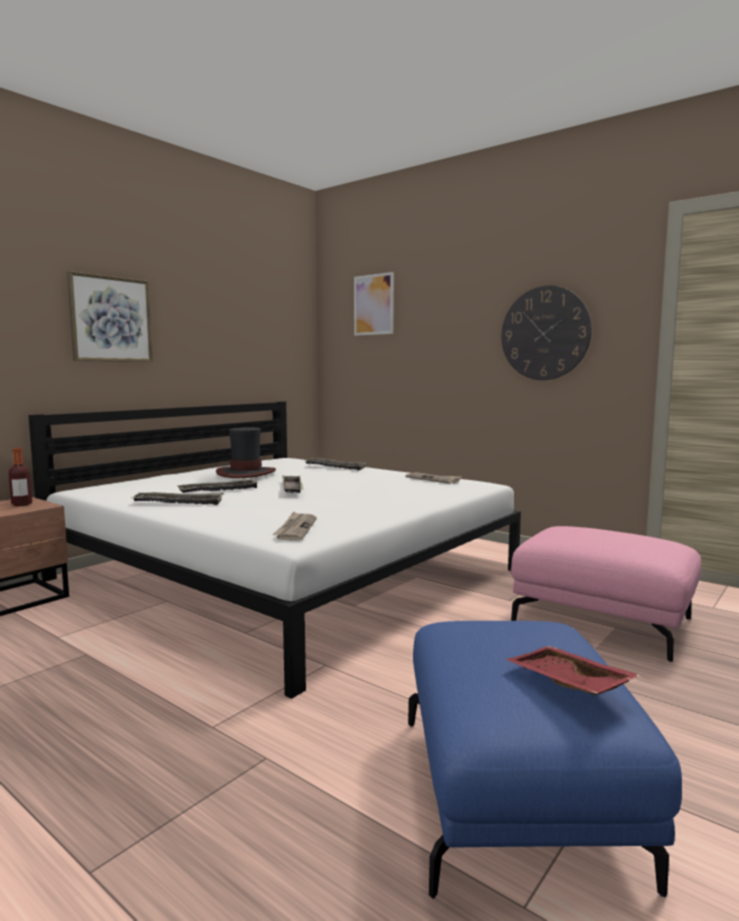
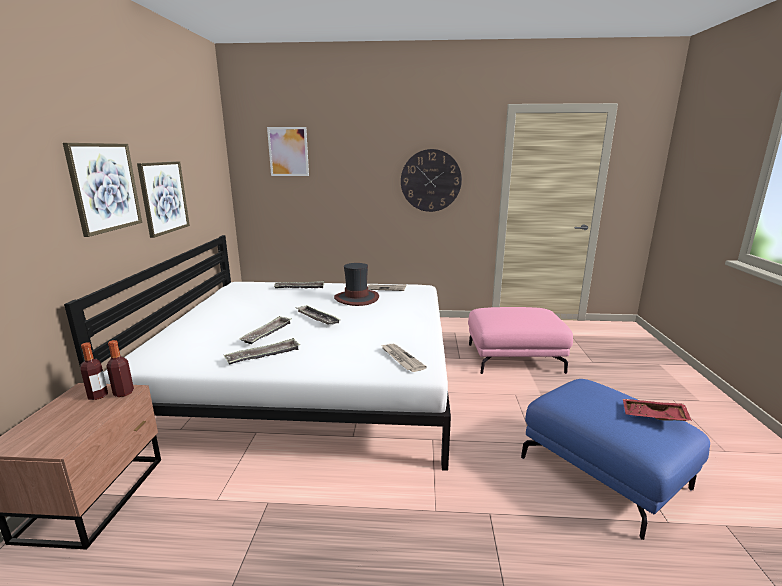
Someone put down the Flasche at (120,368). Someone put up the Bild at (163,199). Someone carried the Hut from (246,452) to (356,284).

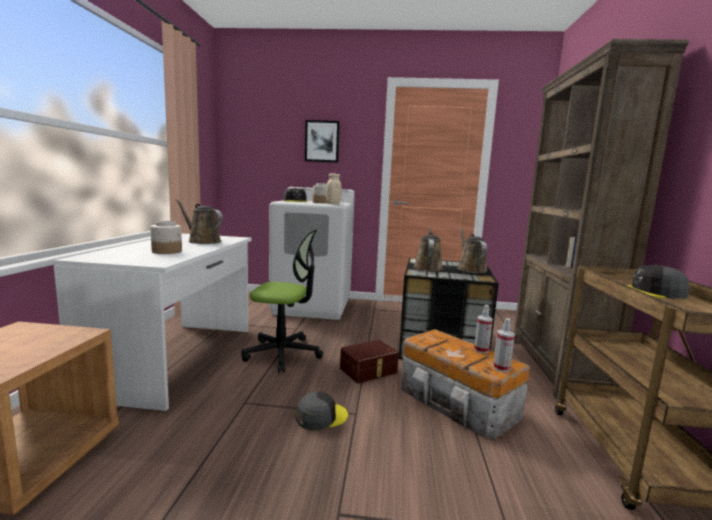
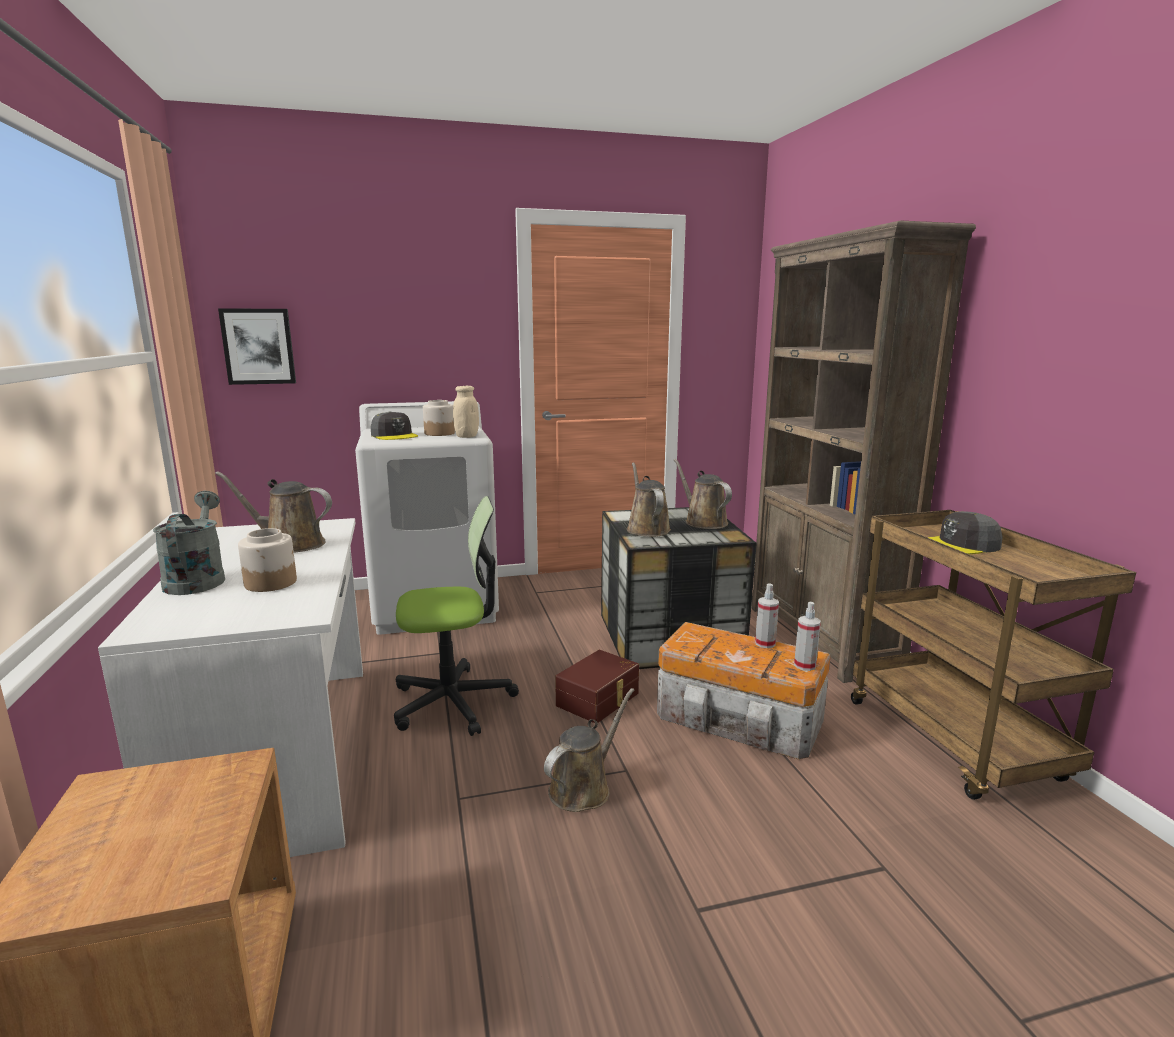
Someone put down the Gießkanne [grau] at (189,543). Someone carried the Bild from (322,141) to (257,346). Someone swapped the Kappe [grau] at (322,411) for the Gießkanne [braun] at (589,750).

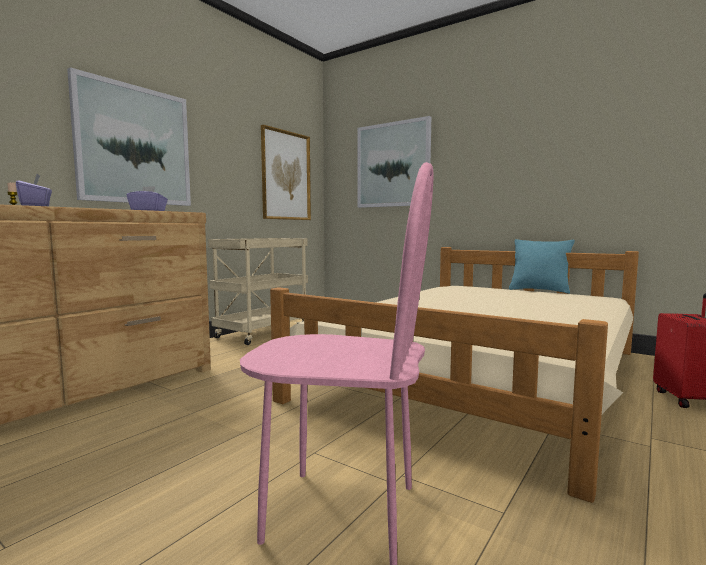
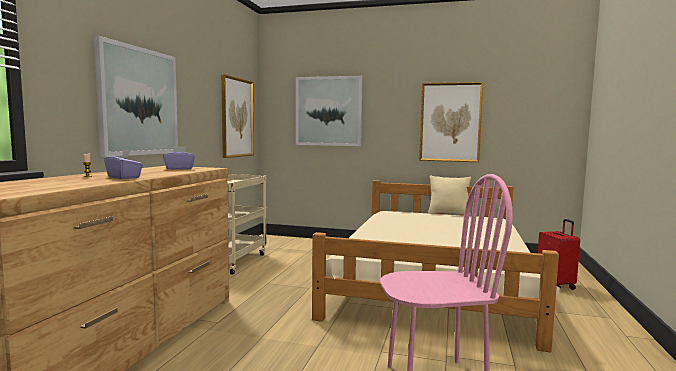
Someone put up the Bild at (451,122). Someone repainted the Kissen [türkis] at (542,266), which became the Kissen [beige] at (449,195).

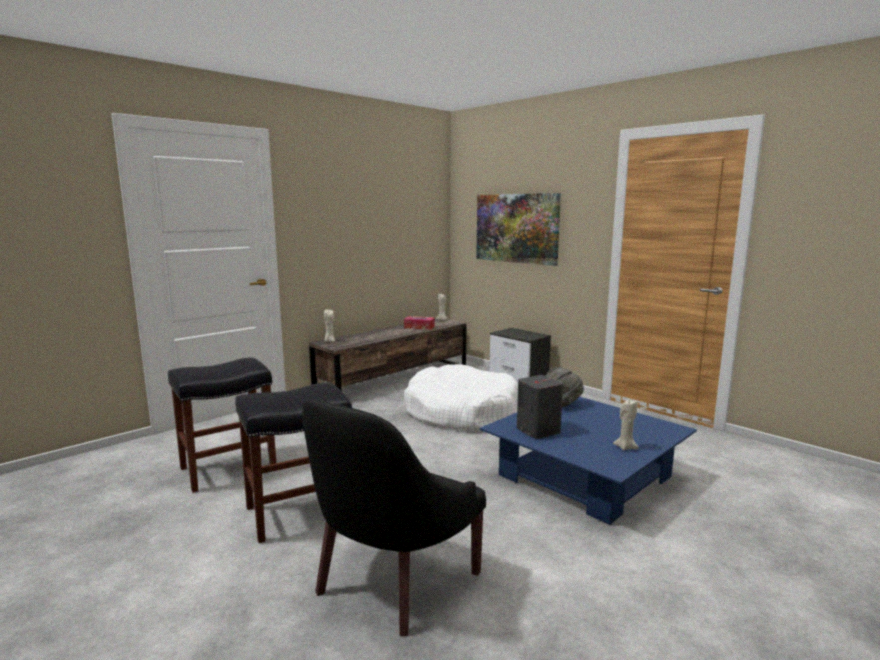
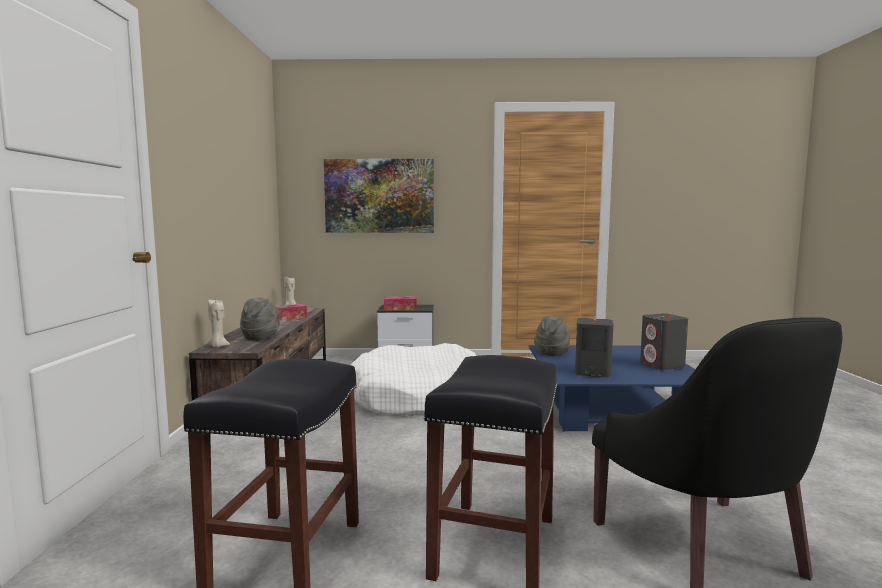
Someone put down the Hut [grau] at (260,319). Someone put down the Taschentuchbox at (400,303). Someone swapped the Kerze [beige] at (626,425) for the Lautsprecher [grau] at (664,341).

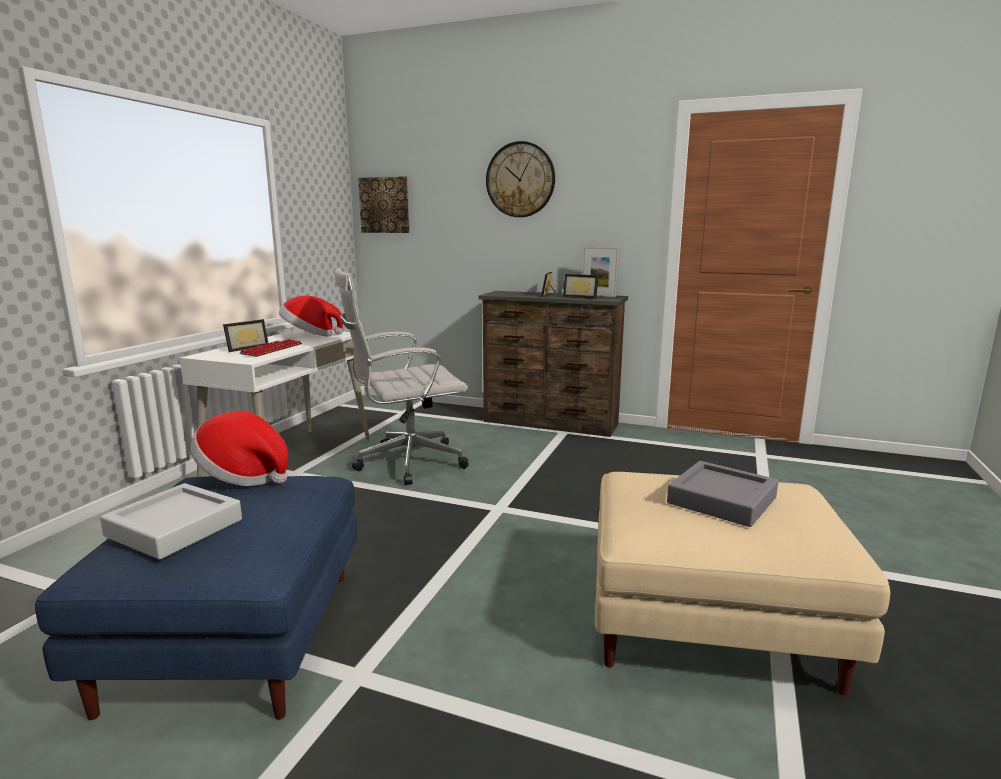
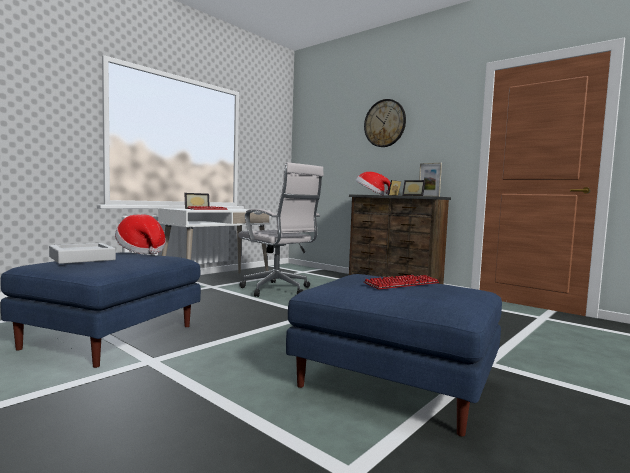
Someone rotated the Bürostuhl [weiß] at (402,376) by 135 degrees counterclockwise. Someone repainted the Polsterhocker [beige] at (742,583), which became the Polsterhocker [blau] at (394,355). Someone carried the Hut from (311,316) to (373,183). Someone swapped the Tablett [grau] at (722,494) for the Tastatur at (401,282). Someone took away the Bild at (383,204).

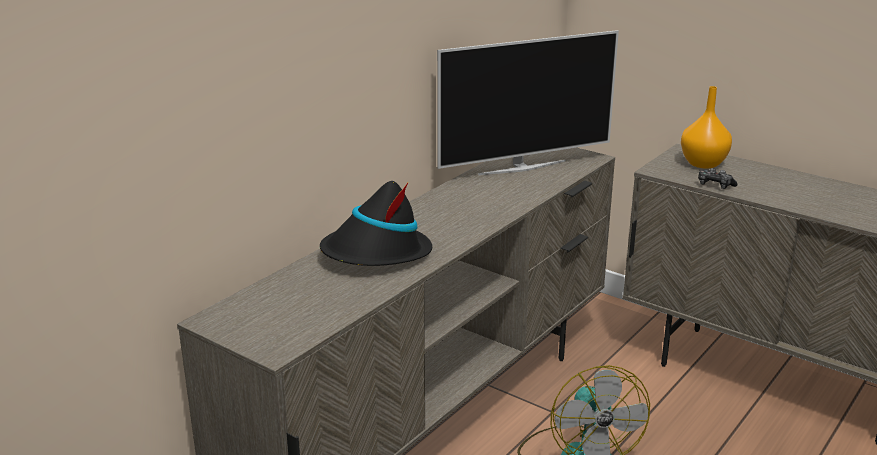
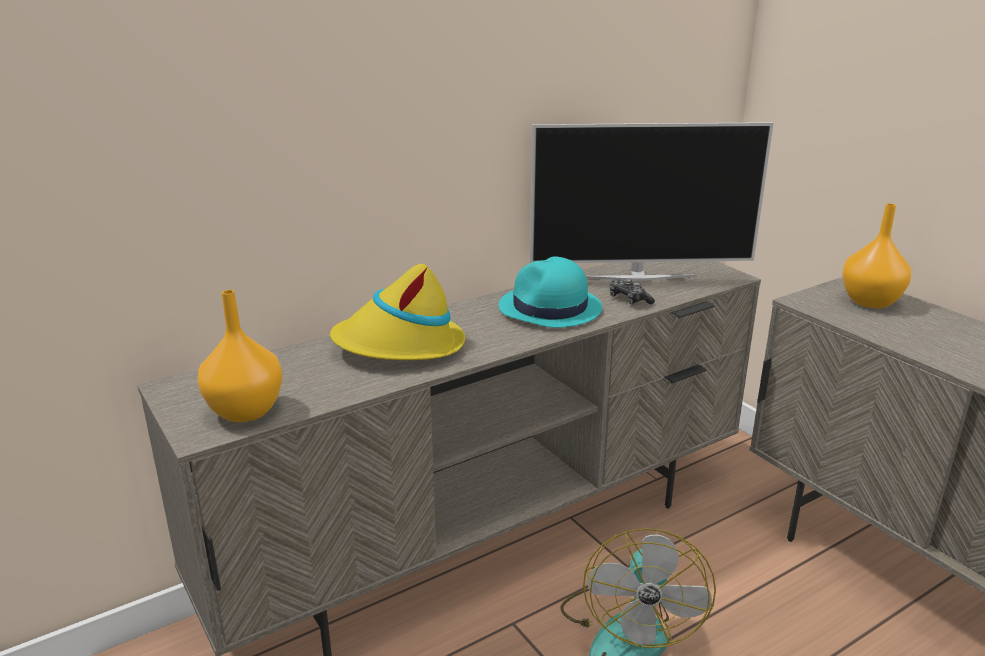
Someone put down the Vase [orange] at (240,356). Someone repainted the Hut [schwarz] at (376,223), which became the Hut [gelb] at (397,312). Someone put down the Hut [türkis] at (550,292). Someone carried the Gamepad from (718,178) to (632,292).

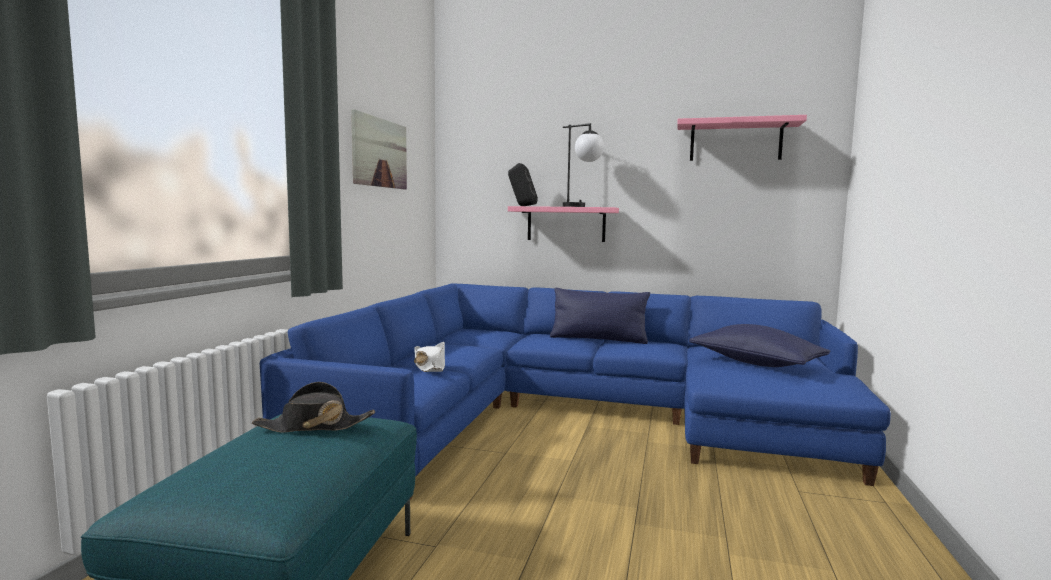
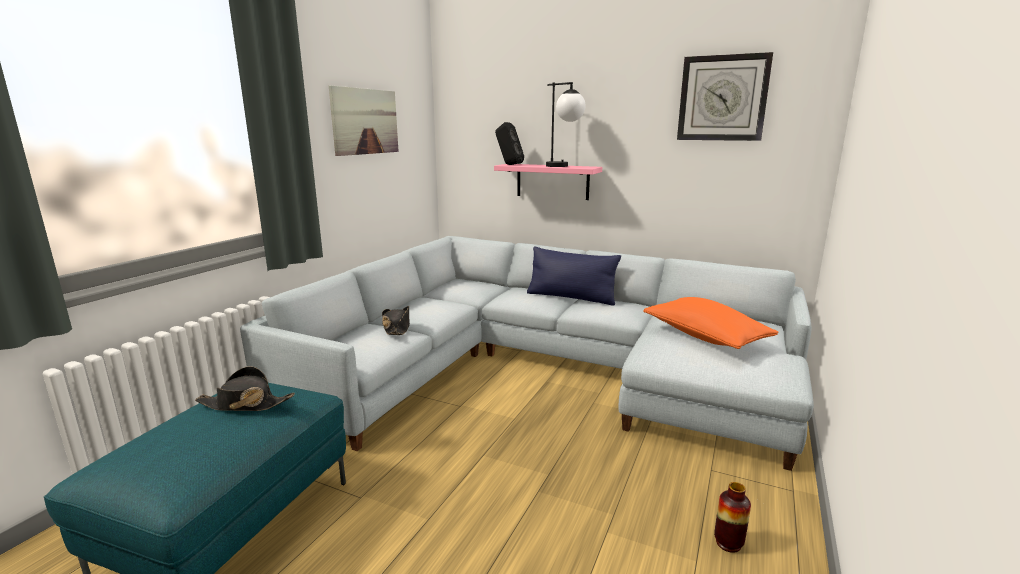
Someone repainted the Sofa [blau] at (575,392), which became the Sofa [grau] at (527,353). Someone repainted the Hut [weiß] at (429,357), which became the Hut [schwarz] at (396,320). Someone repainted the Kissen [blau] at (760,345), which became the Kissen [orange] at (711,323). Someone swapped the Wandregal [rosa] at (742,138) for the Wanduhr at (725,96). Someone put down the Vase at (732,517).

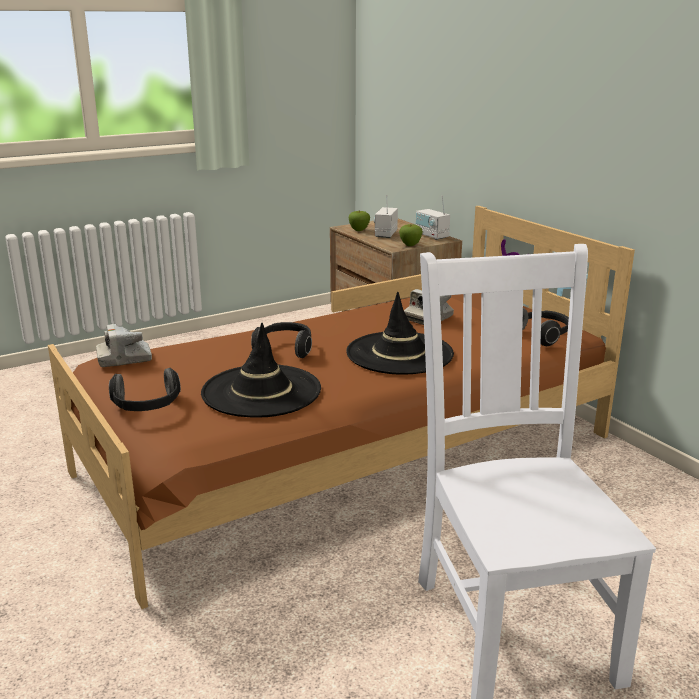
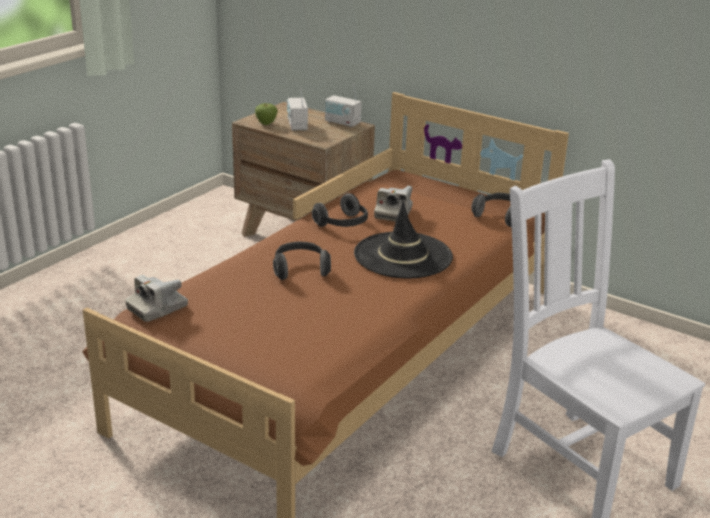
Someone carried the Kopfhörer from (145,389) to (340,210). Someone took away the Hut [schwarz] at (261,370). Someone took away the Apfel at (411,235).

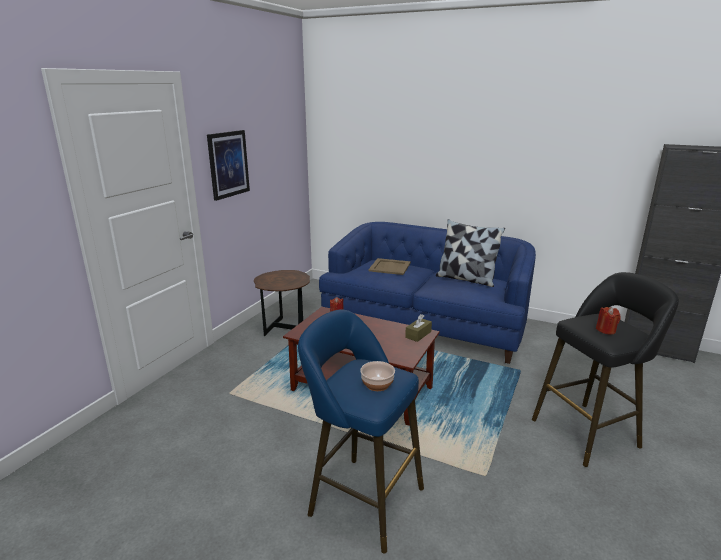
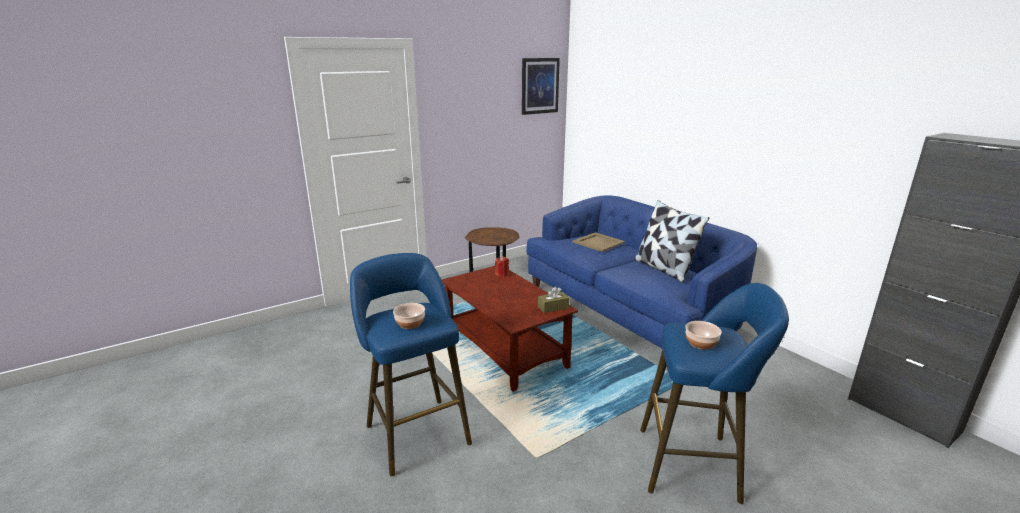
Someone carried the Bild from (228,165) to (541,86). Someone repainted the Hocker [schwarz] at (605,369), which became the Hocker [blau] at (714,393). Someone swapped the Kerze [rot] at (608,321) for the Schüssel at (703,335).

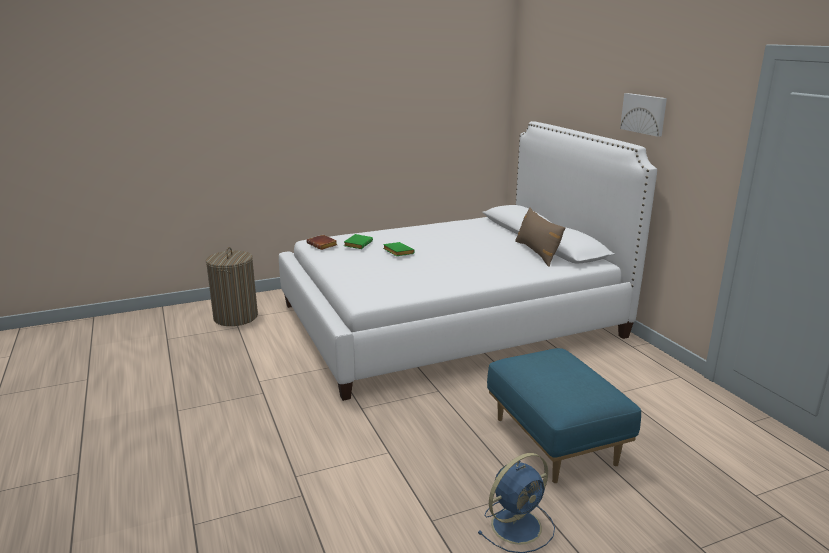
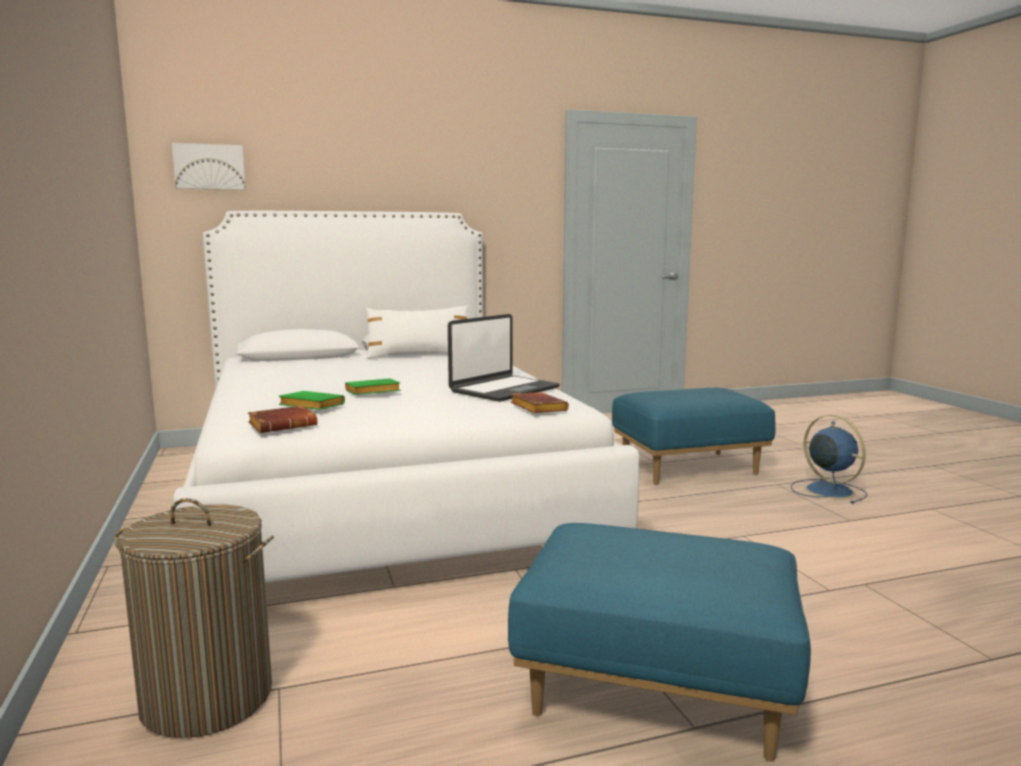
Someone carried the Bild from (643,115) to (209,166). Someone repainted the Kissen [braun] at (540,237), which became the Kissen [weiß] at (417,332). Someone put down the Laptop at (504,358). Someone put down the Polsterhocker [blau] at (659,642). Someone put down the Buch [braun] at (539,402).

